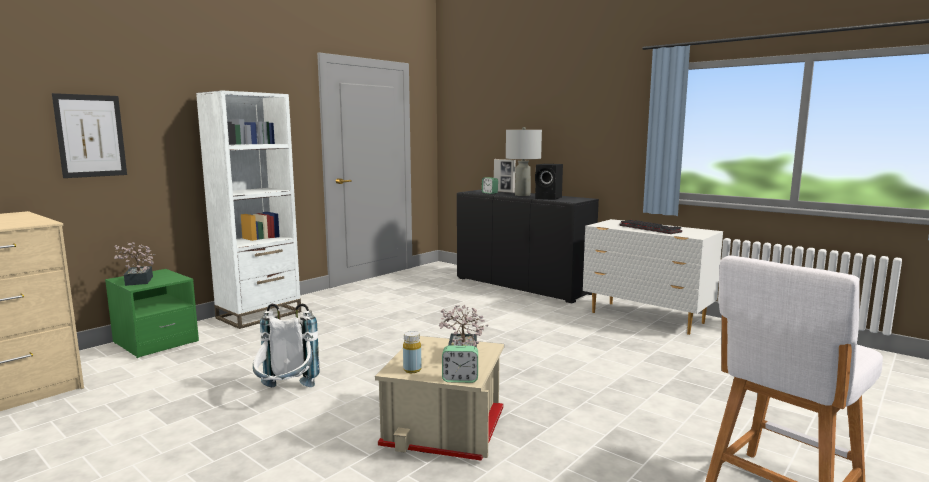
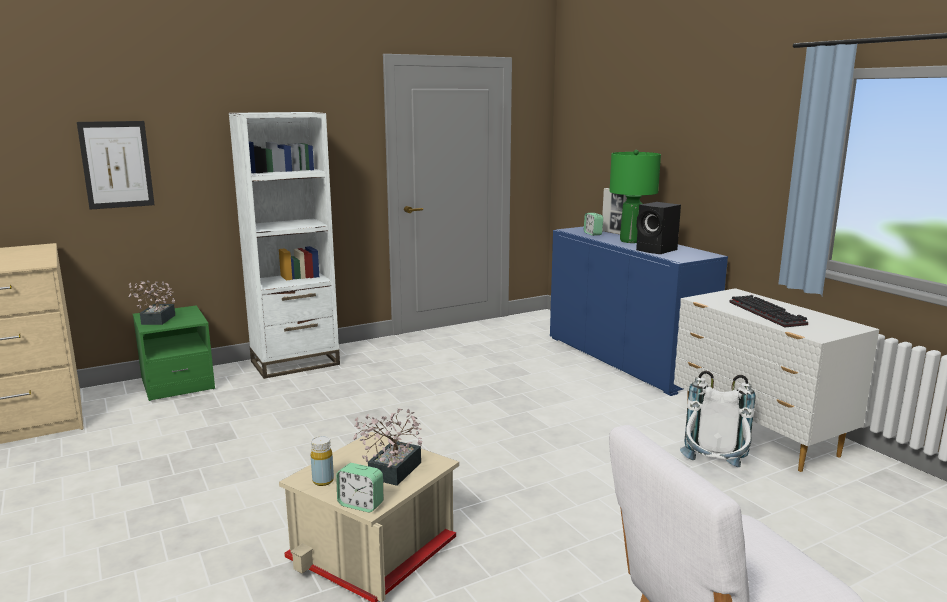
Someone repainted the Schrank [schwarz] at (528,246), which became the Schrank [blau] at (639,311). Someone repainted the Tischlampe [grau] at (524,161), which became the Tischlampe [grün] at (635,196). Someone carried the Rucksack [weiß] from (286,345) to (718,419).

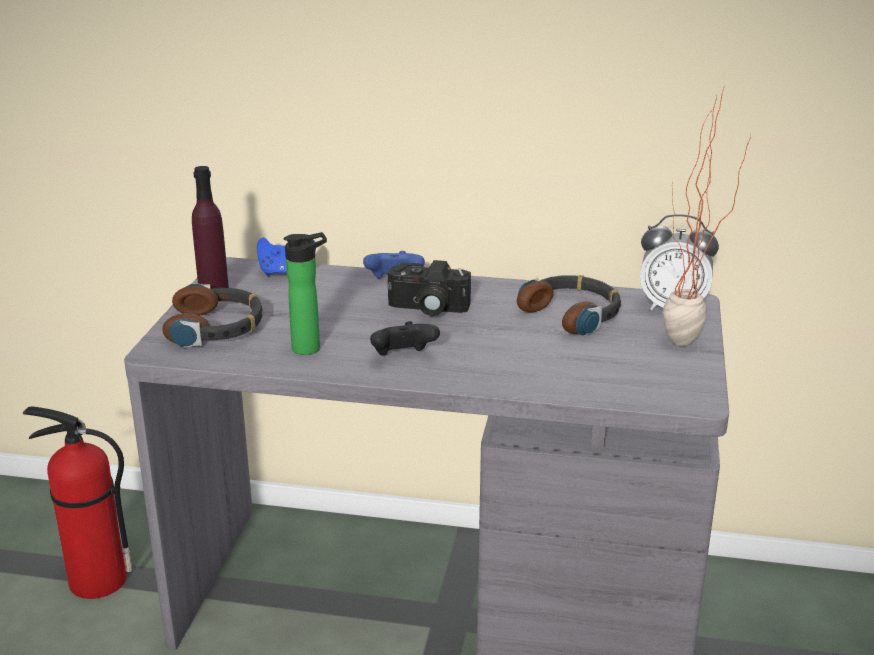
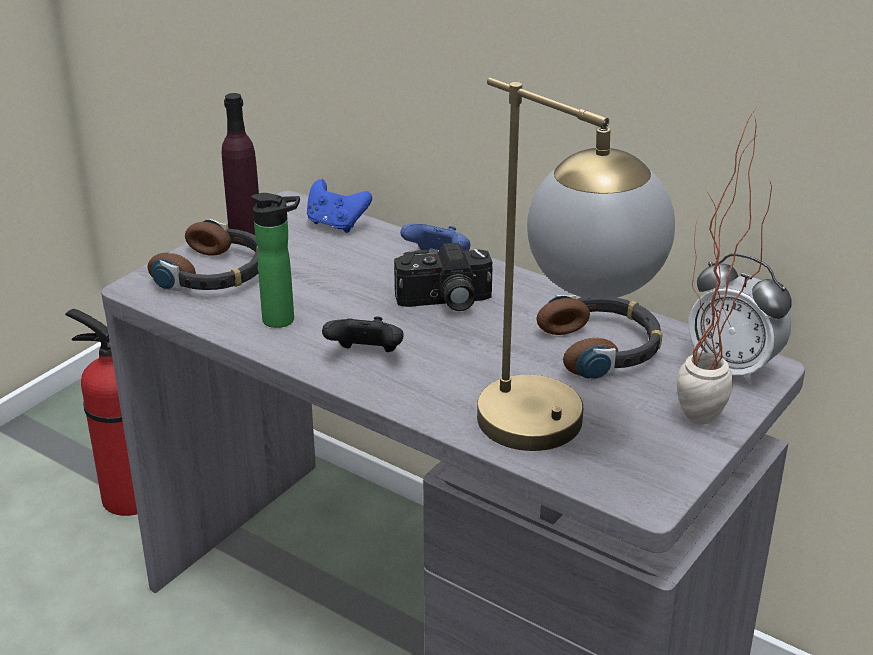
Someone rotated the Kamera at (429,288) by 45 degrees counterclockwise. Someone put down the Tischlampe at (576,264).

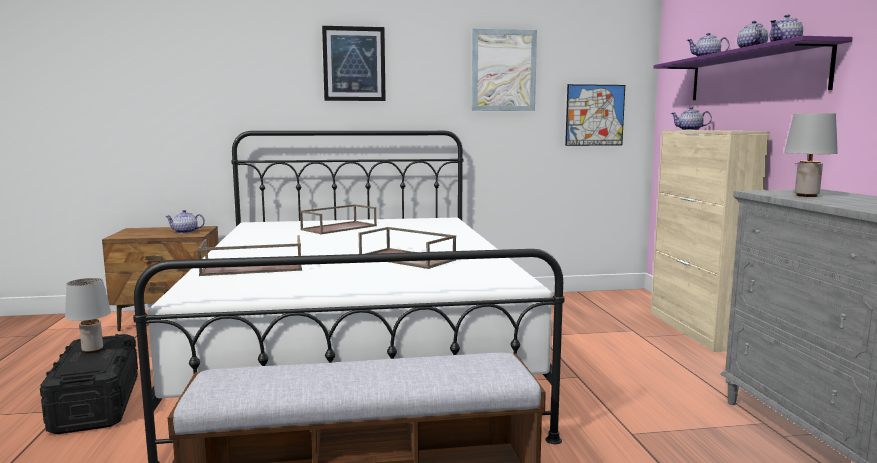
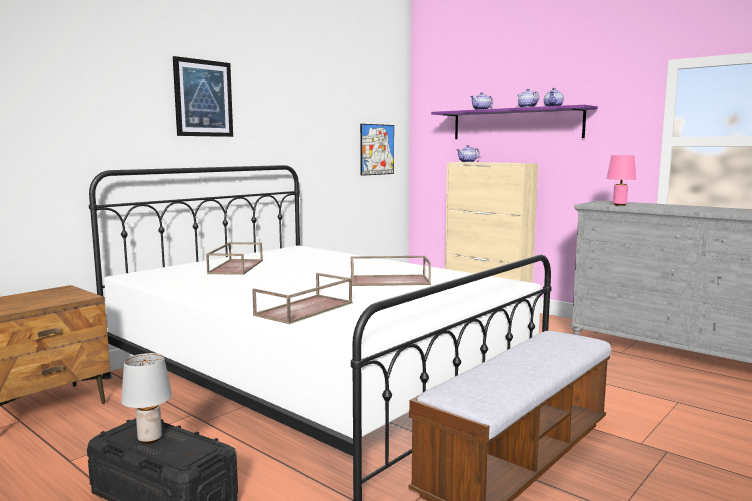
Someone repainted the Tischlampe [grau] at (811,155), which became the Tischlampe [rosa] at (621,180). Someone took away the Teekanne at (185,222). Someone took away the Bild at (504,69).

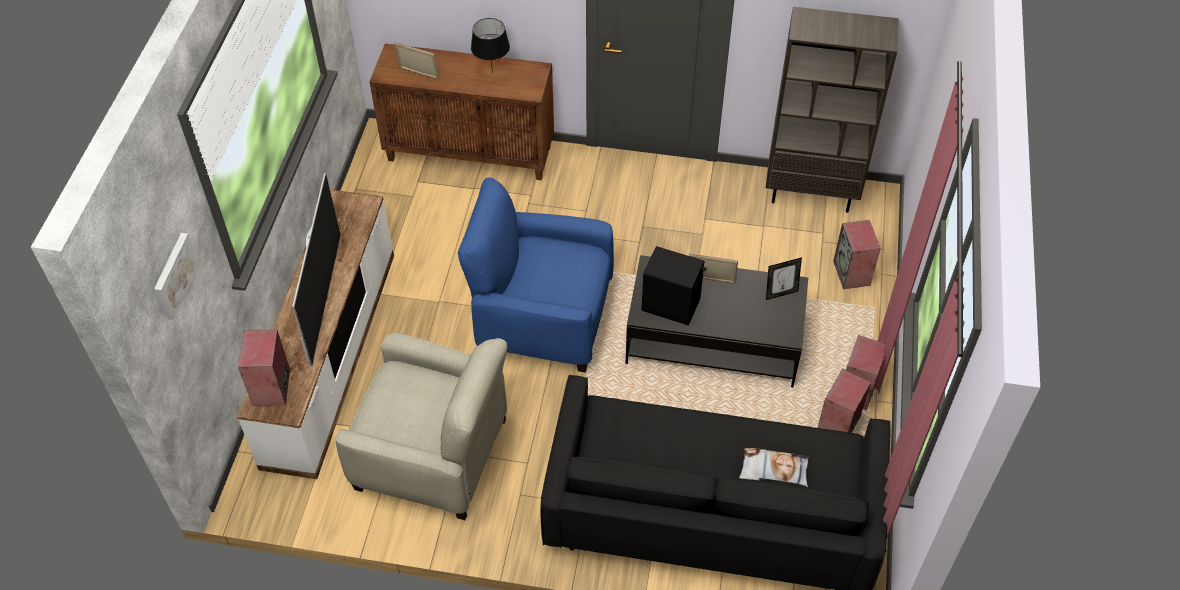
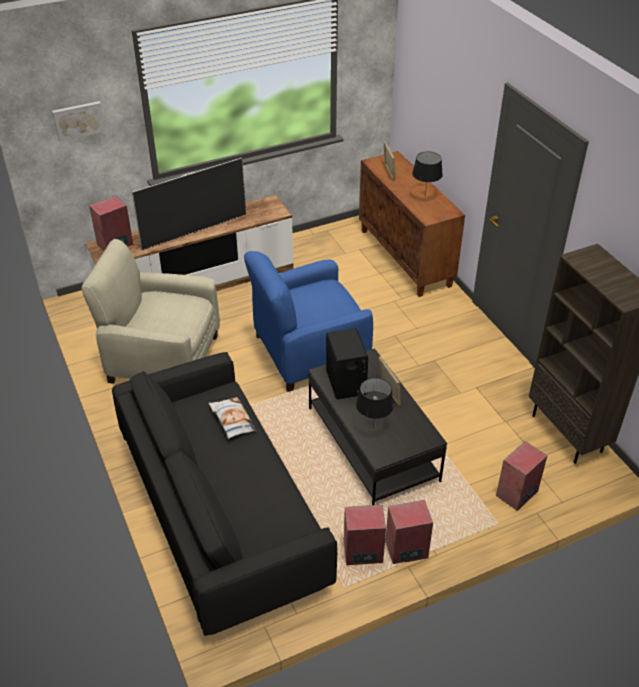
Someone rotated the Sessel [beige] at (421,426) by 120 degrees clockwise. Someone carried the Kissen from (774,467) to (232,418). Someone rotated the Sessel [blau] at (536,274) by 90 degrees counterclockwise. Someone put down the Tischlampe [schwarz] at (375,403). Someone took away the Bilderrahmen at (784,278).

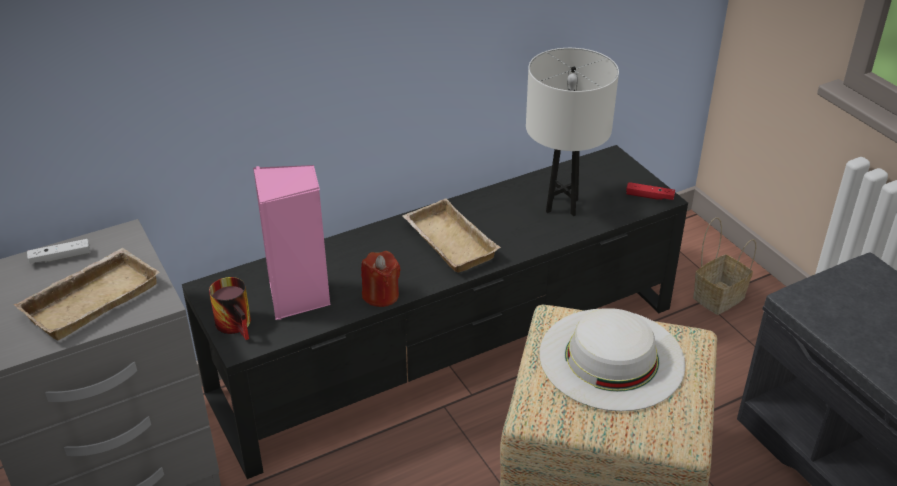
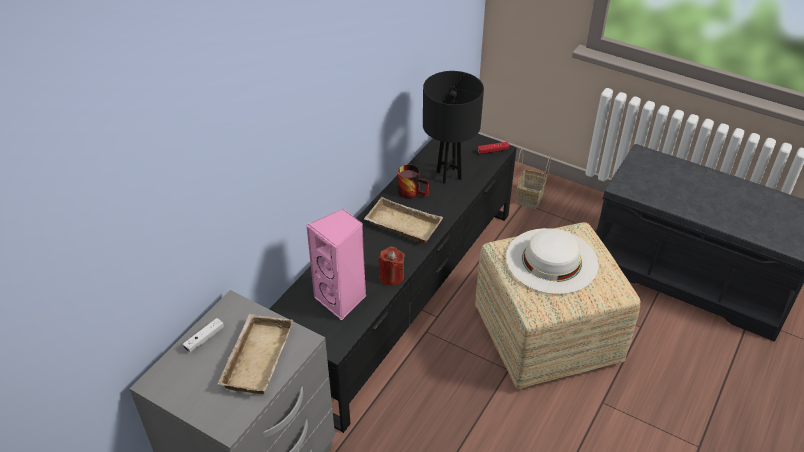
Someone carried the Henkelbecher from (230,308) to (413,181). Someone repainted the Tischlampe [weiß] at (572,132), which became the Tischlampe [schwarz] at (453,127).

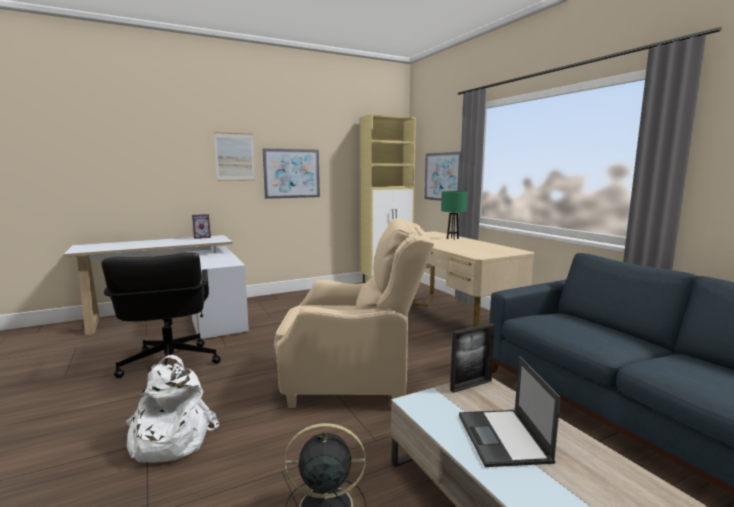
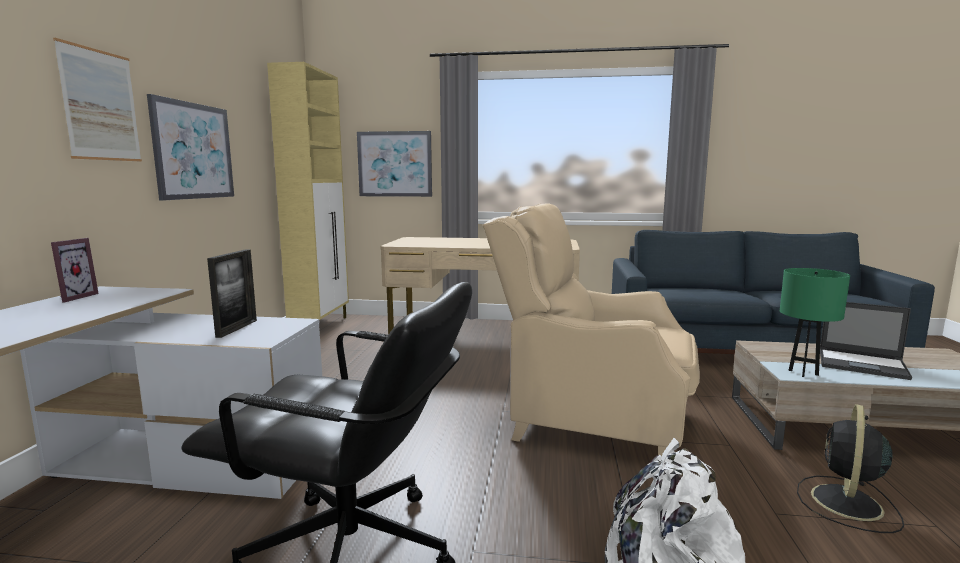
Someone carried the Bilderrahmen from (472,358) to (232,294). Someone rotated the Sessel [beige] at (354,313) by 105 degrees counterclockwise. Someone carried the Tischlampe [grün] from (454,215) to (815,322).

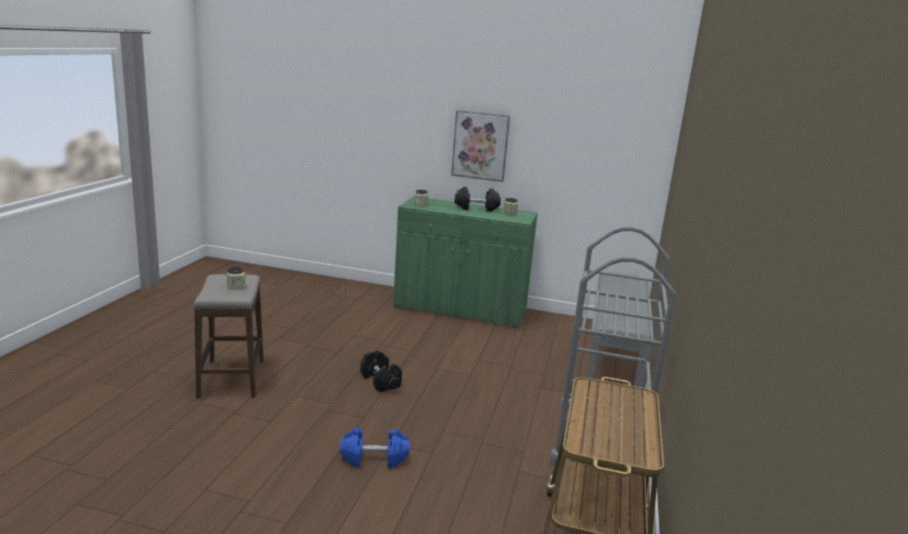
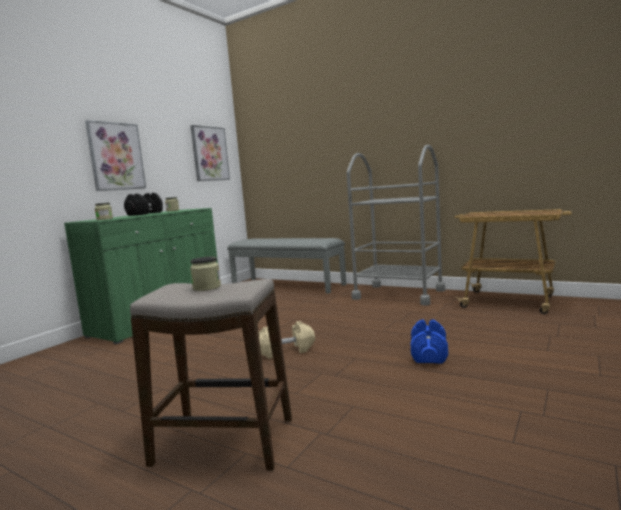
Someone put up the Bild at (210,153). Someone repainted the Hantel [schwarz] at (381,371), which became the Hantel [beige] at (286,340).

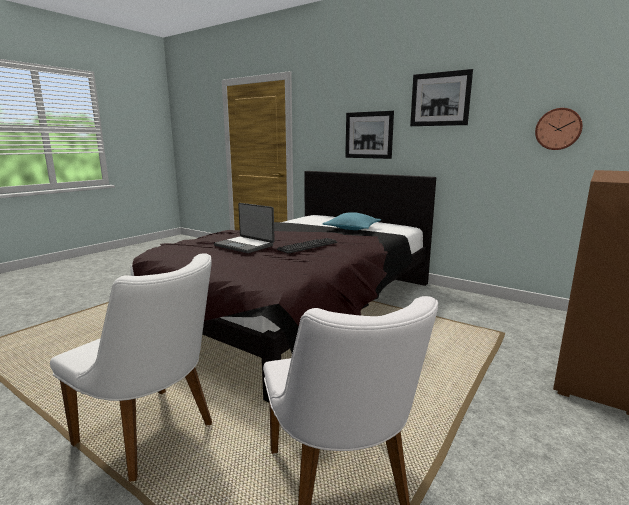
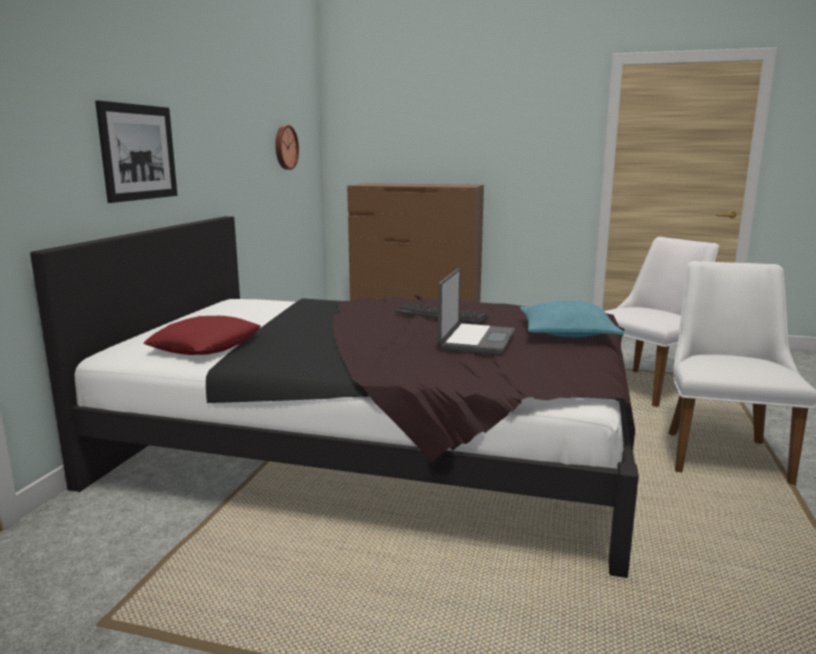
Someone put down the Kissen [rot] at (202,335). Someone carried the Kissen [türkis] from (352,221) to (572,319). Someone took away the Bild at (441,97).

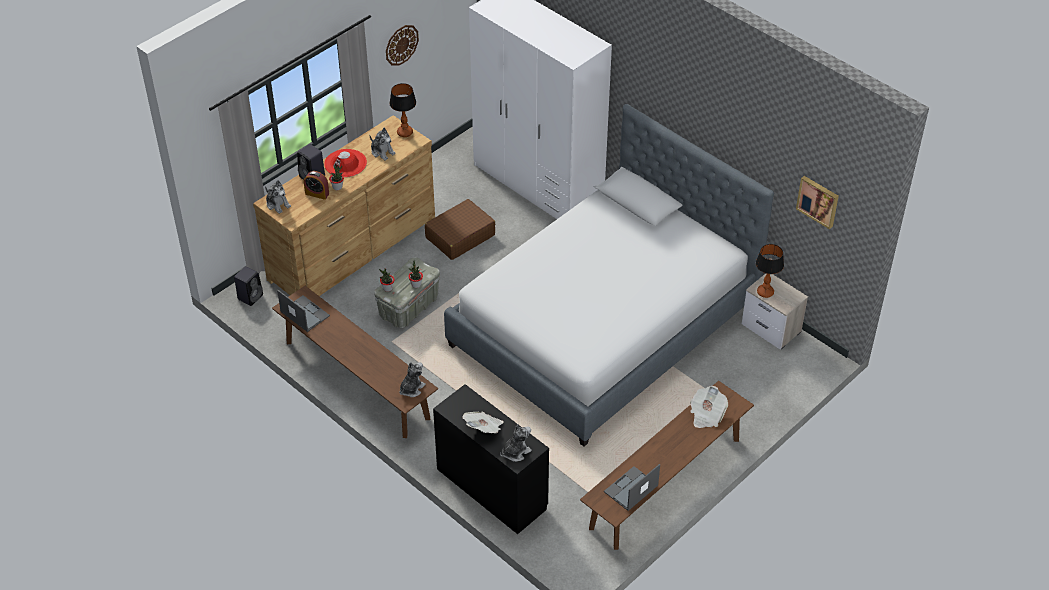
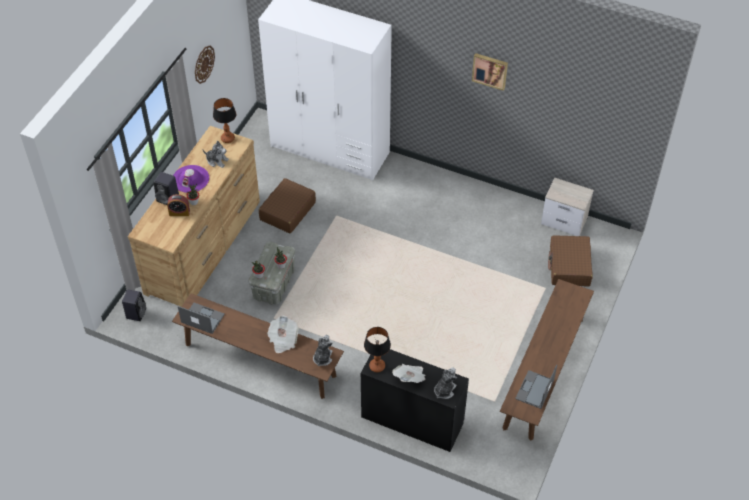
Someone repainted the Hut [rot] at (345,163), which became the Hut [lila] at (191,179). Someone carried the Zeitung from (709,407) to (283,334). Someone carried the Tischlampe from (770,271) to (377,349). Someone carried the Bild from (817,202) to (490,72). Someone put down the Koffer [braun] at (570,260). Someone took away the Plüschtier at (278,197). Someone took away the Bett at (609,275).

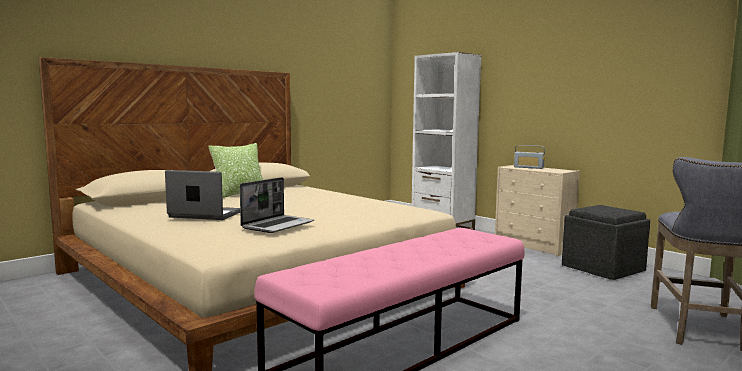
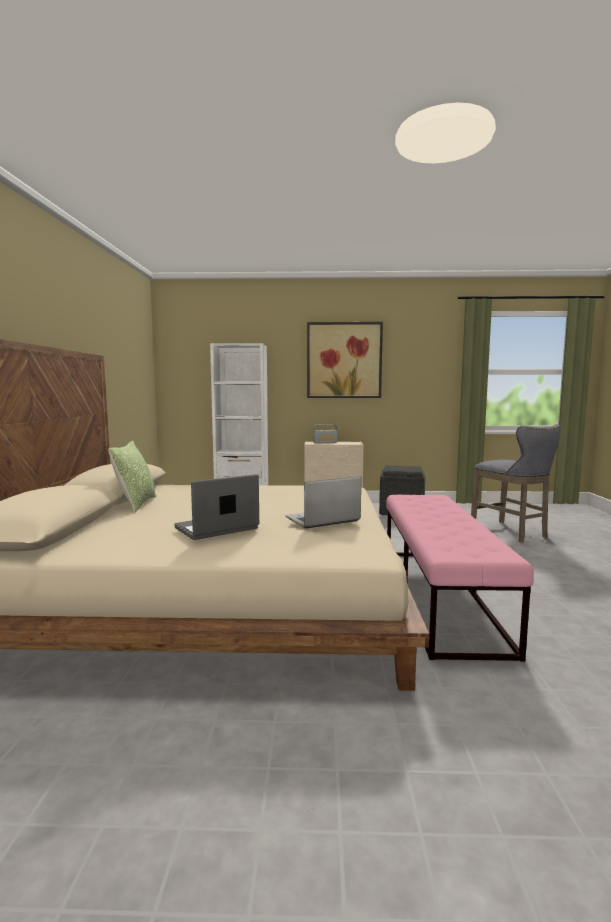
Someone rotated the Laptop at (277,205) by 105 degrees counterclockwise. Someone put up the Bild at (345,360).

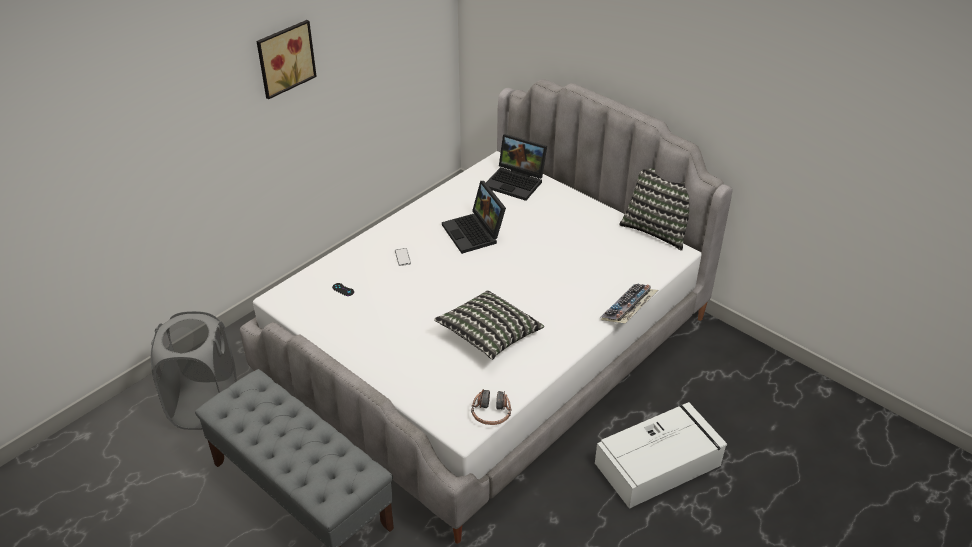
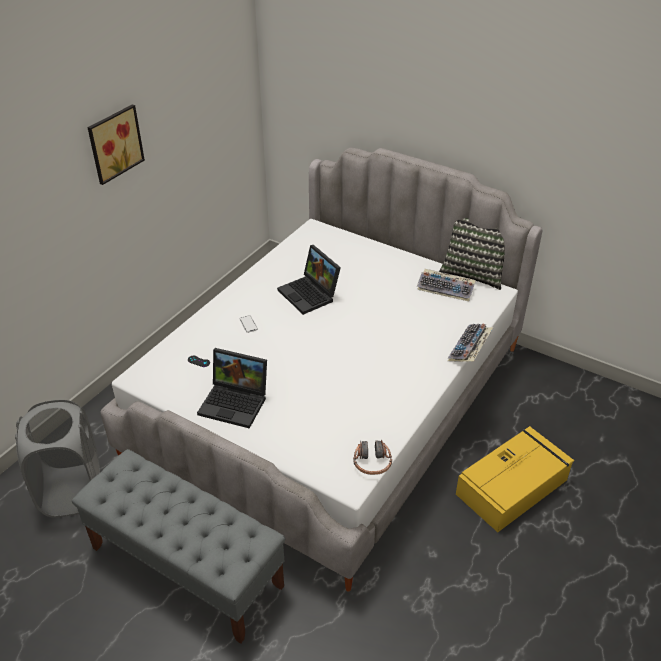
Someone carried the Laptop from (516,167) to (232,388). Someone put down the Tastatur at (446,285). Someone repainted the Aufbewahrungsbox [weiß] at (661,455), which became the Aufbewahrungsbox [gelb] at (515,479). Someone took away the Kissen at (489,325).

